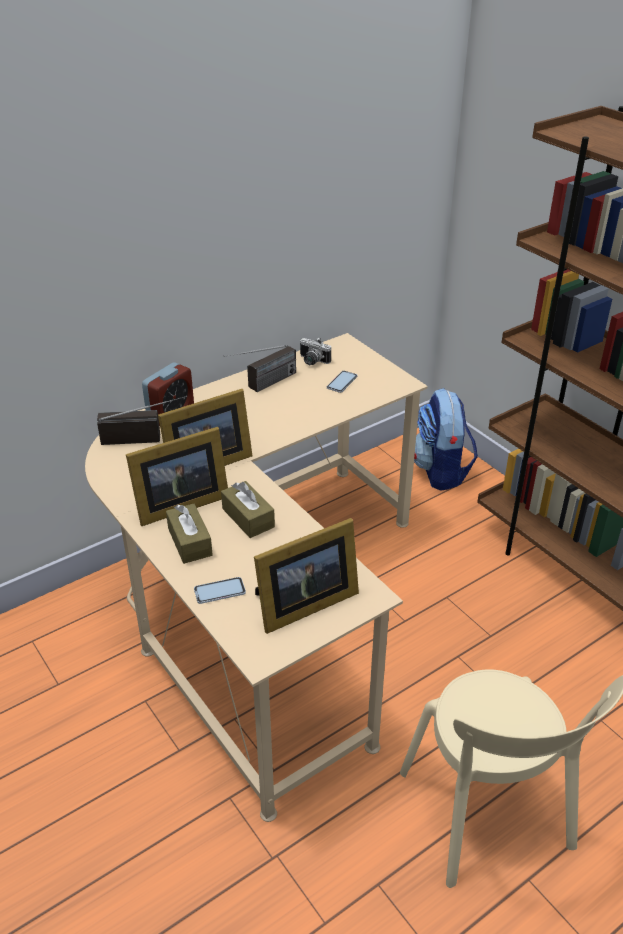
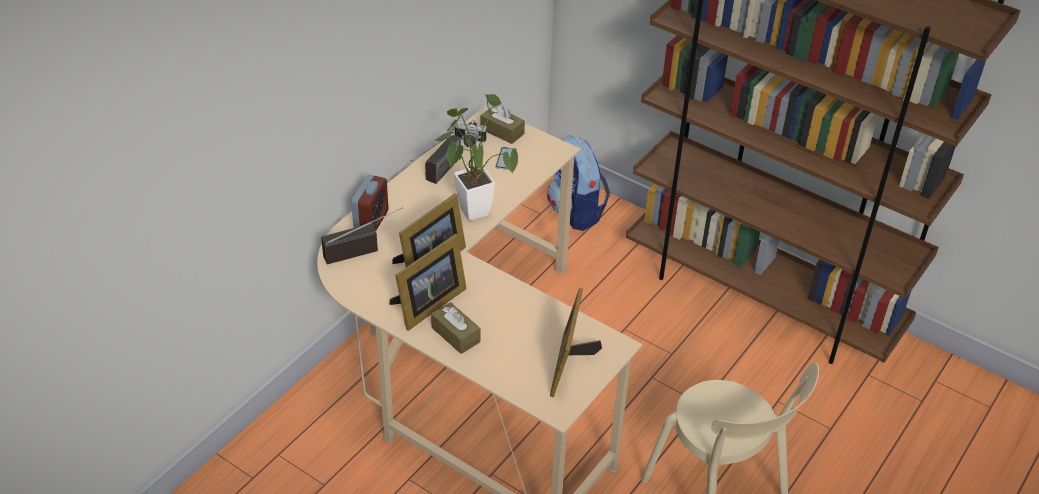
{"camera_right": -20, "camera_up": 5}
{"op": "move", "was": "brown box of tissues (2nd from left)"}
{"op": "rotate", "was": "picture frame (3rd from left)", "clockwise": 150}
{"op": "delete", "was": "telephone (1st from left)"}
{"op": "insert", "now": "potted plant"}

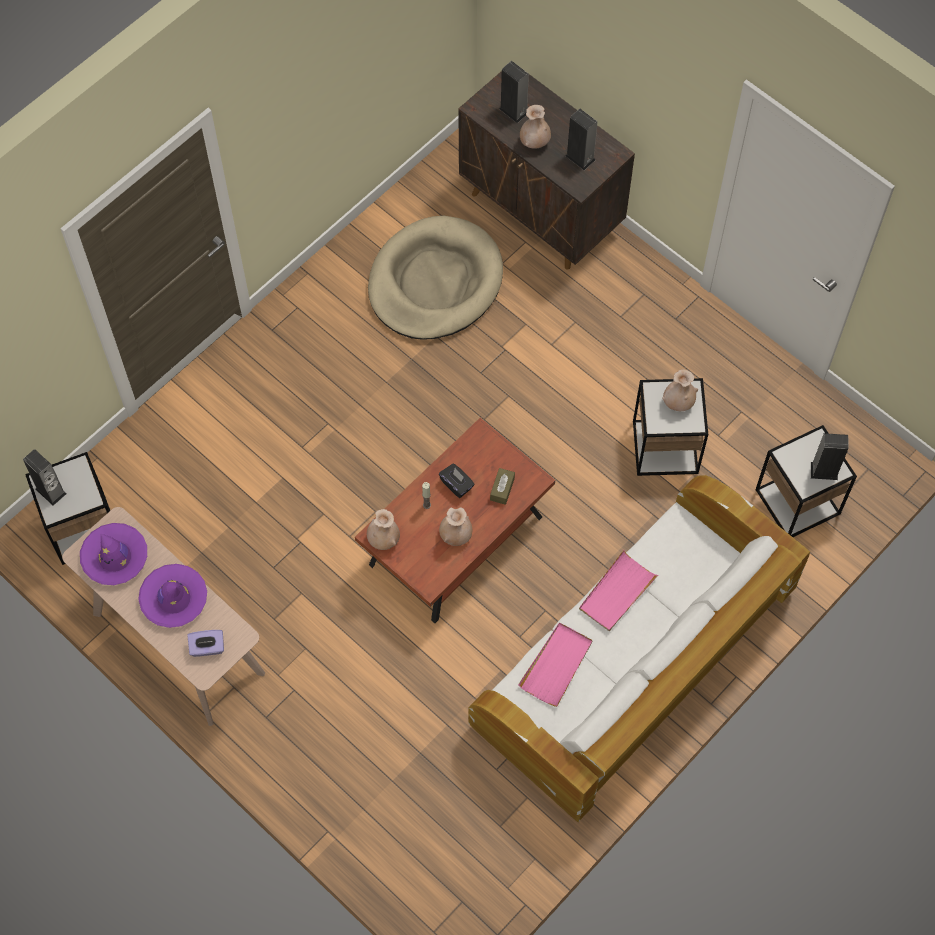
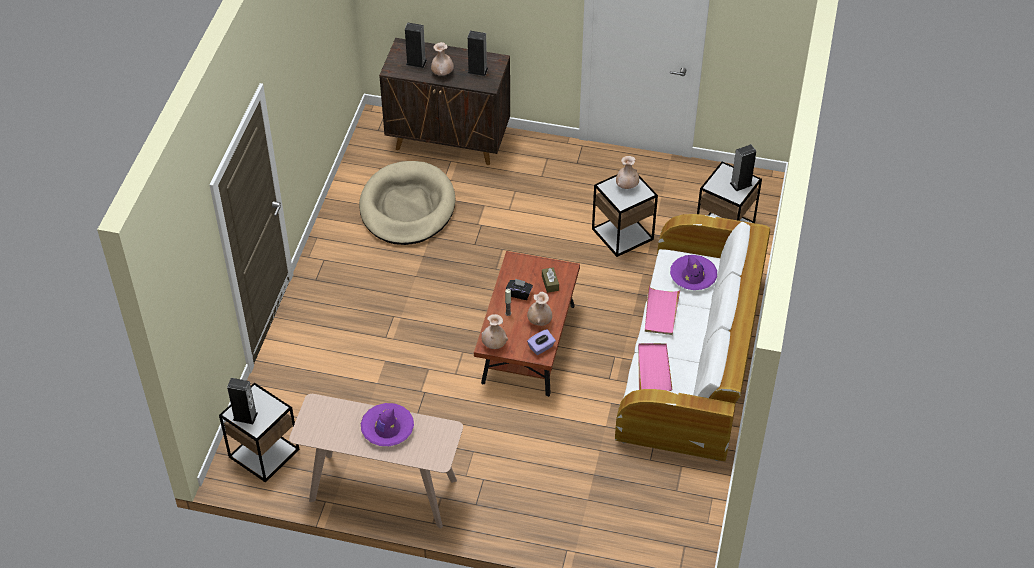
{"camera_right": -30, "camera_up": -15}
{"op": "move", "was": "purplish clothing hat (1st from left in the first image)", "now": "purplish clothing hat (2nd from left)"}
{"op": "move", "was": "purplish box of tissues"}

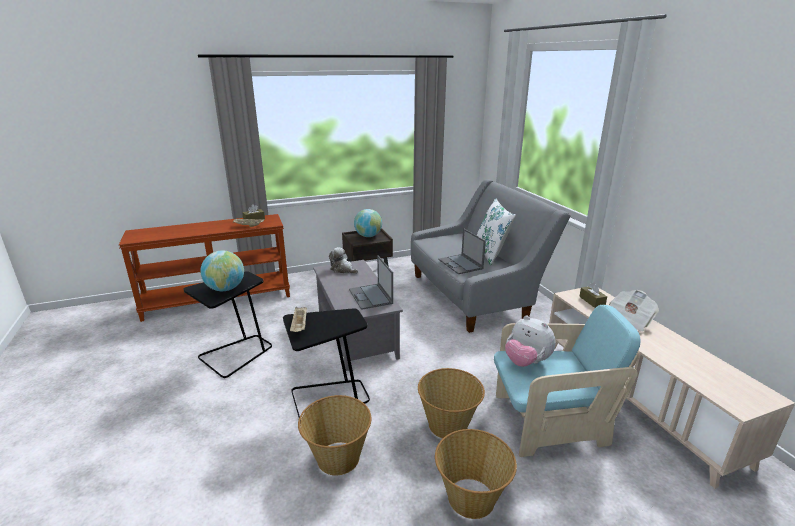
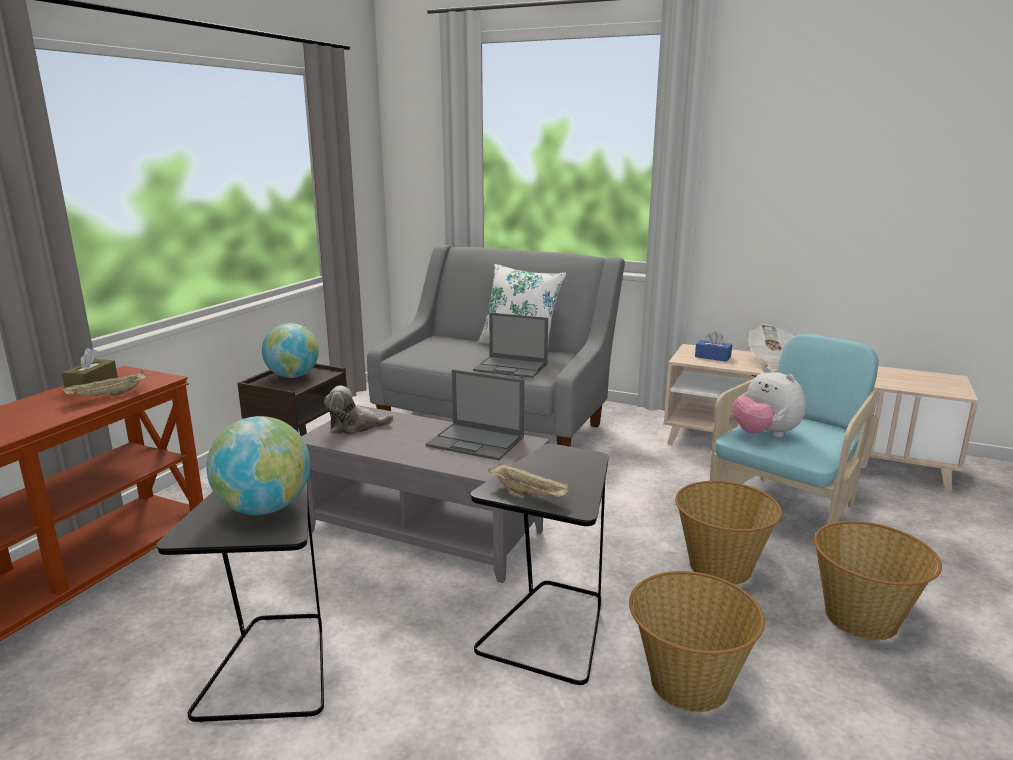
{"camera_right": -45, "camera_up": -5}
{"op": "recolor", "was": "brown box of tissues (2nd from left)", "now": "blue box of tissues"}
{"op": "rotate", "was": "soft toy (2nd from left)", "clockwise": 60}

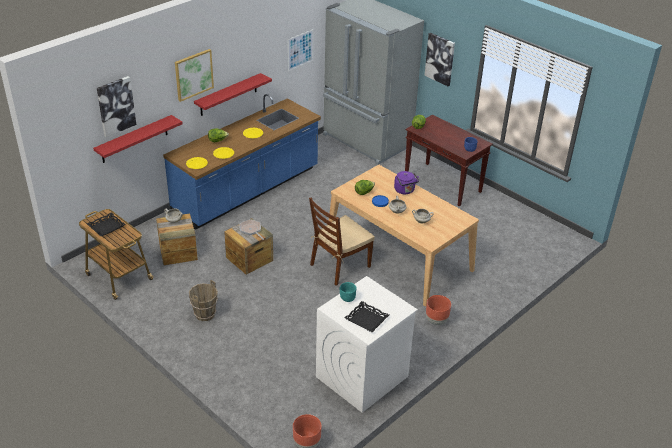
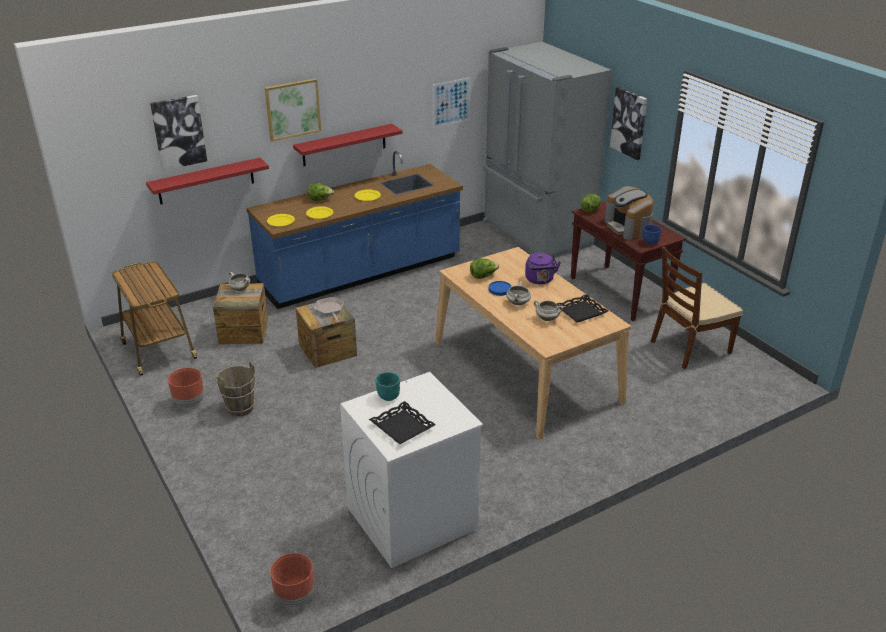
{"camera_right": 15, "camera_up": -5}
{"op": "move", "was": "brown chair"}
{"op": "move", "was": "blackish tray (1st from left in the first image)", "now": "blackish tray (2nd from left)"}
{"op": "move", "was": "brown flower pot (2nd from left in the first image)", "now": "brown flower pot (1st from left)"}
{"op": "insert", "now": "coffee machine"}

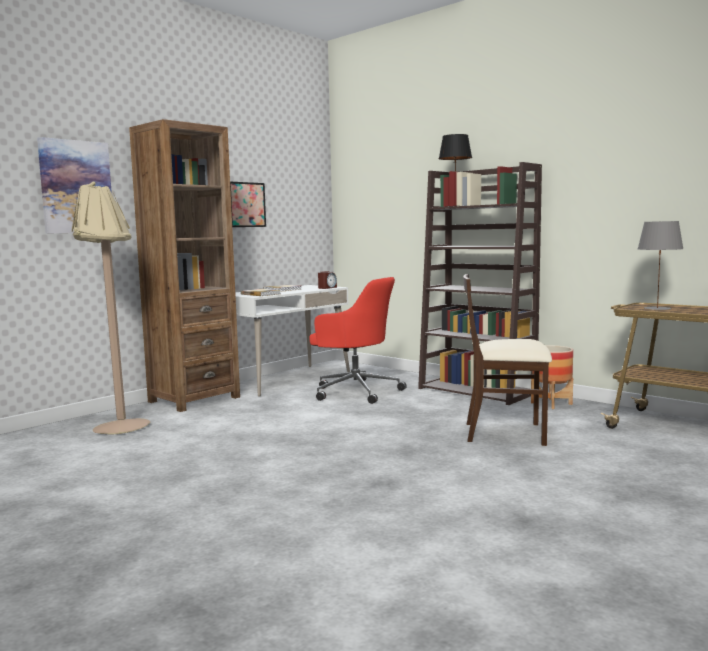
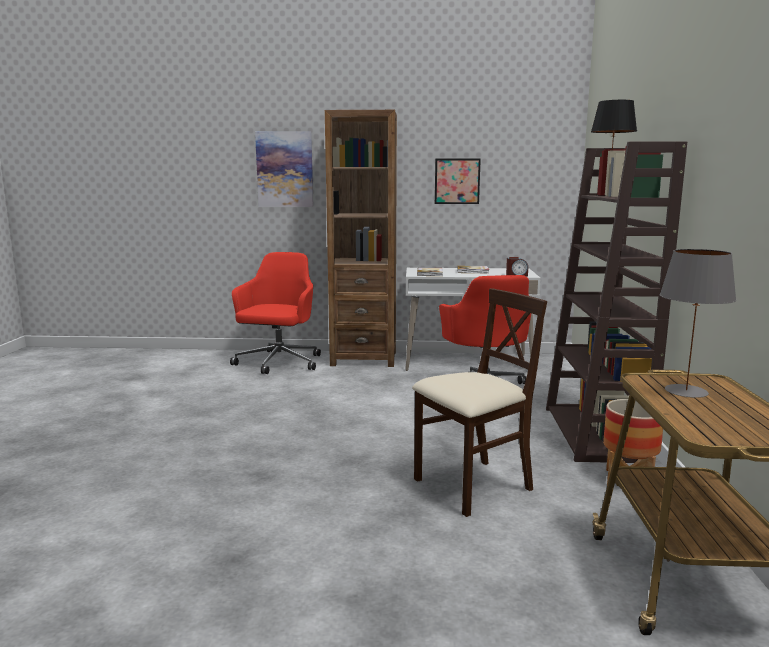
{"camera_right": 50, "camera_up": 5}
{"op": "replace", "was": "beige-coloured standard lamp", "now": "red office chair (1st from left)"}
{"op": "rotate", "was": "beige-coloured chair", "clockwise": 90}

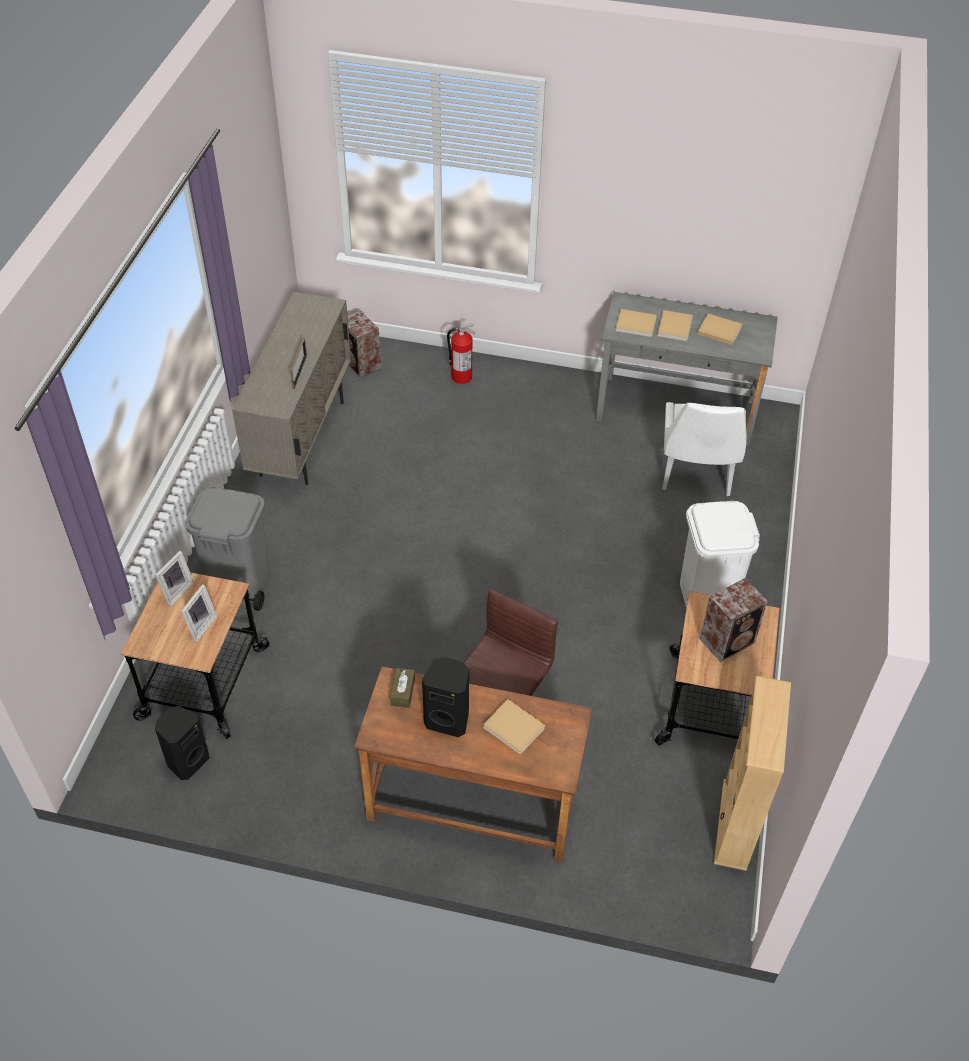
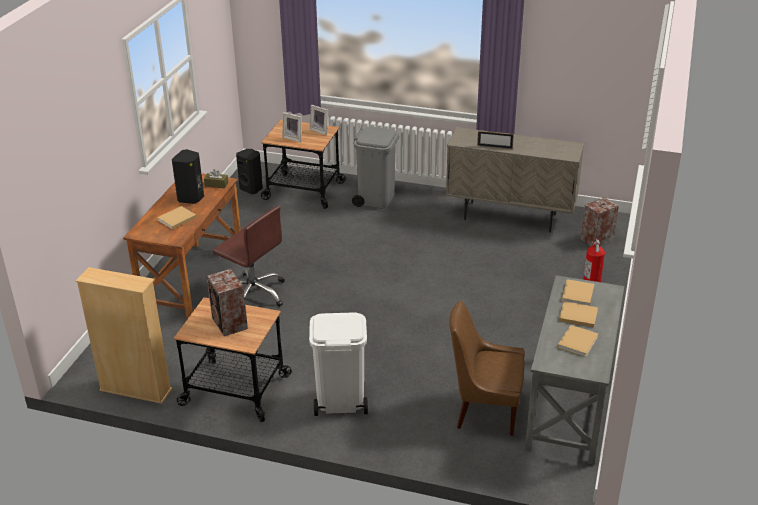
{"camera_right": 95, "camera_up": -15}
{"op": "recolor", "was": "whitish chair", "now": "brown chair"}

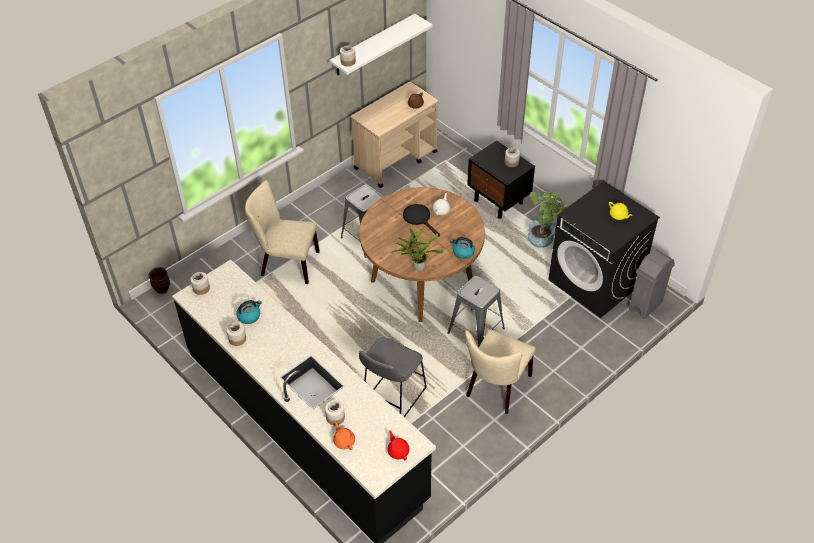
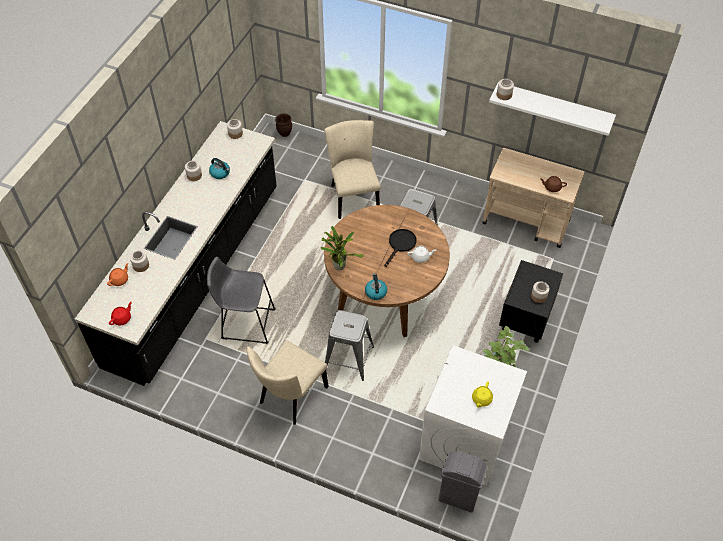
{"camera_right": 65, "camera_up": 5}
{"op": "recolor", "was": "blackish laundry appliance", "now": "whitish laundry appliance"}
{"op": "rotate", "was": "beige-coloured chair (2nd from left in the first image)", "clockwise": -60}

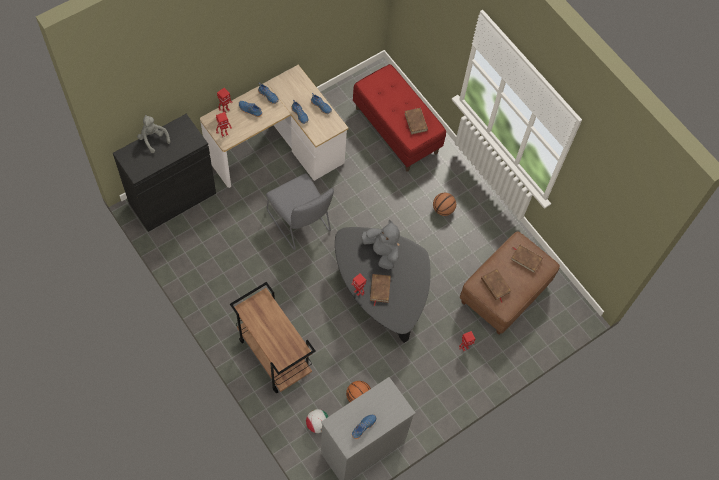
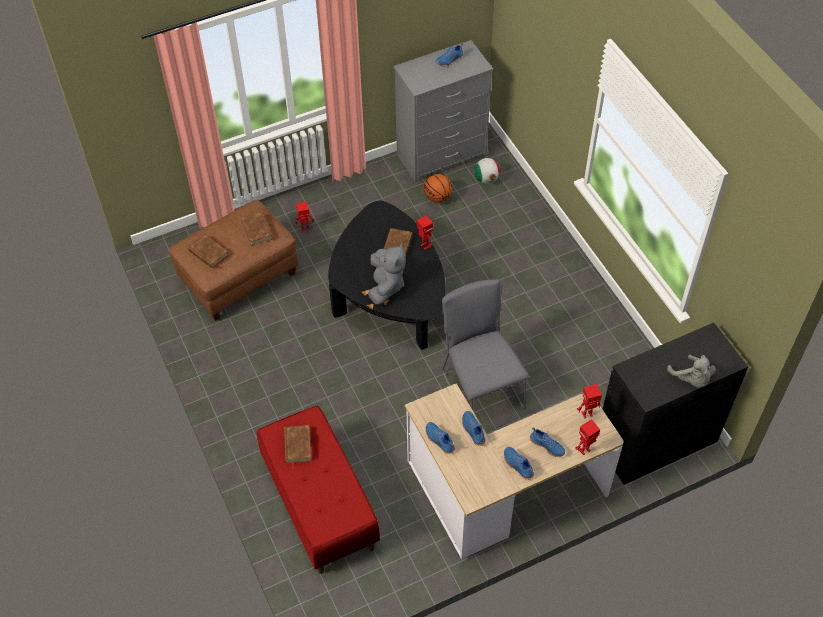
{"camera_right": -165, "camera_up": -10}
{"op": "delete", "was": "basketball ball (2nd from left)"}
{"op": "rotate", "was": "grey soft toy (2nd from left in the first image)", "clockwise": -150}
{"op": "delete", "was": "brown trolley"}

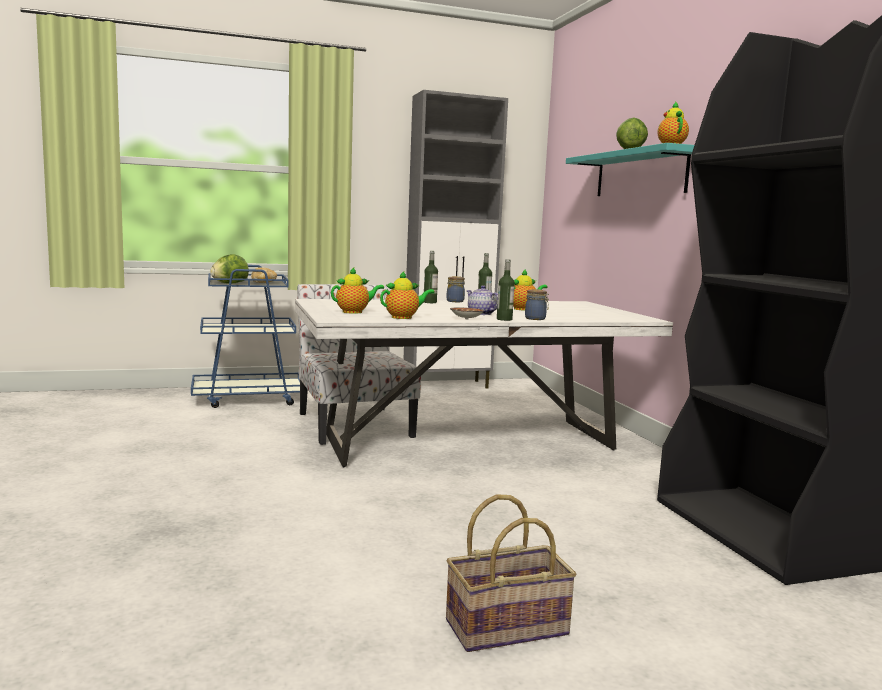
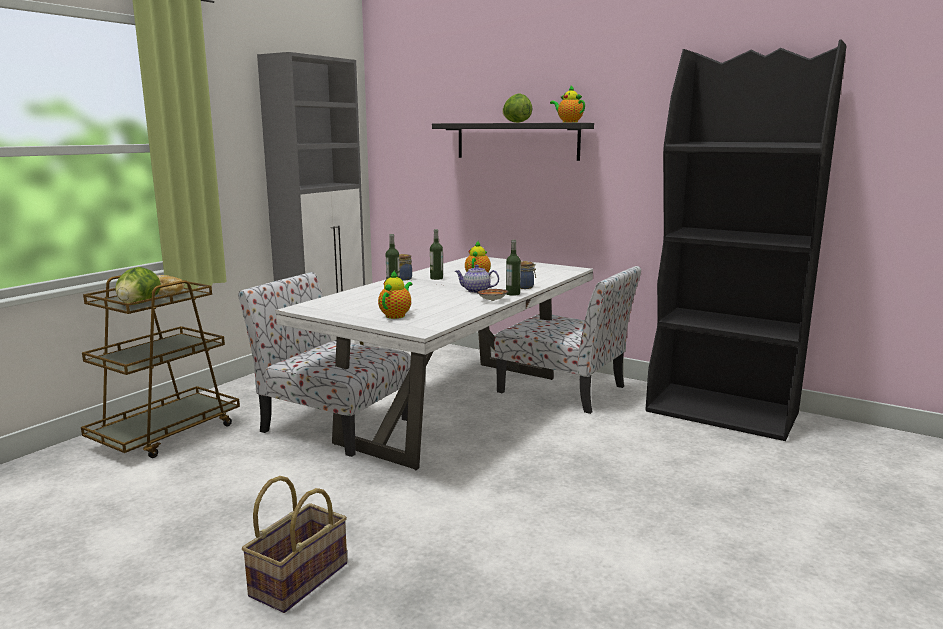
{"camera_right": -40, "camera_up": 5}
{"op": "recolor", "was": "blue-green shelf", "now": "blackish shelf"}
{"op": "recolor", "was": "blue trolley", "now": "brown trolley"}
{"op": "delete", "was": "pot for tea (2nd from left)"}
{"op": "move", "was": "household basket"}
{"op": "insert", "now": "chair (2nd from left)"}

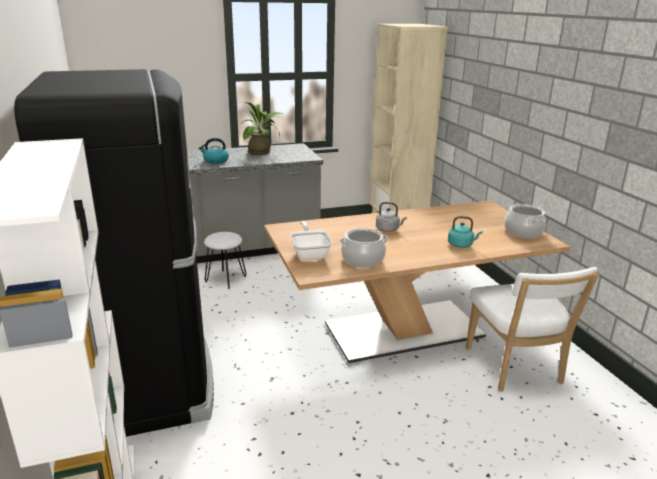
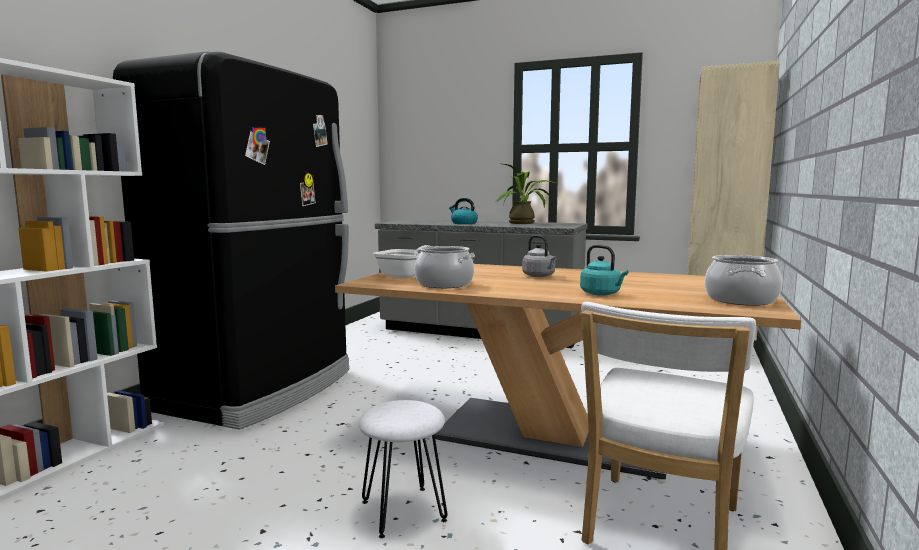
{"camera_right": 40, "camera_up": -15}
{"op": "move", "was": "whitish stool"}

